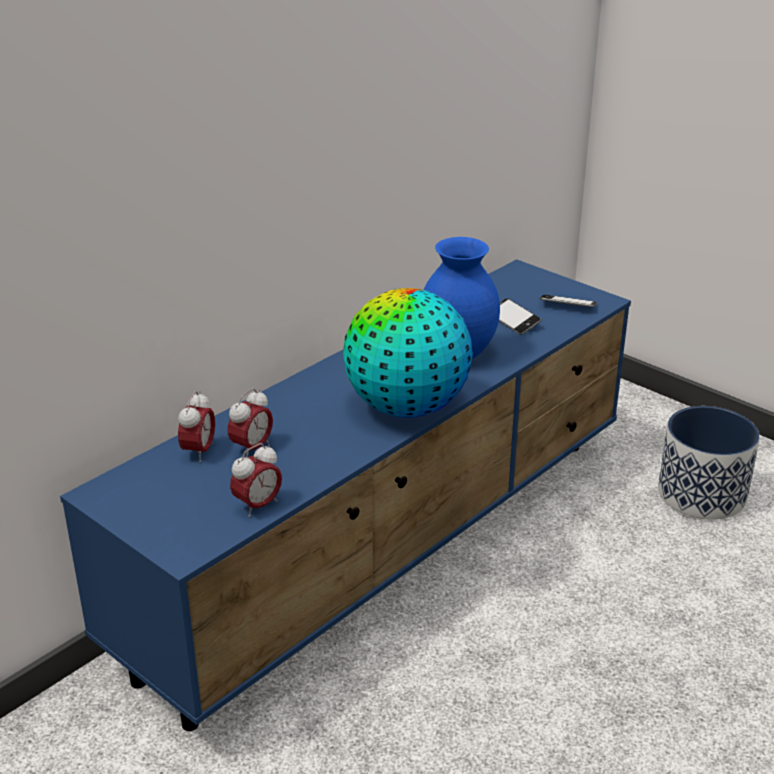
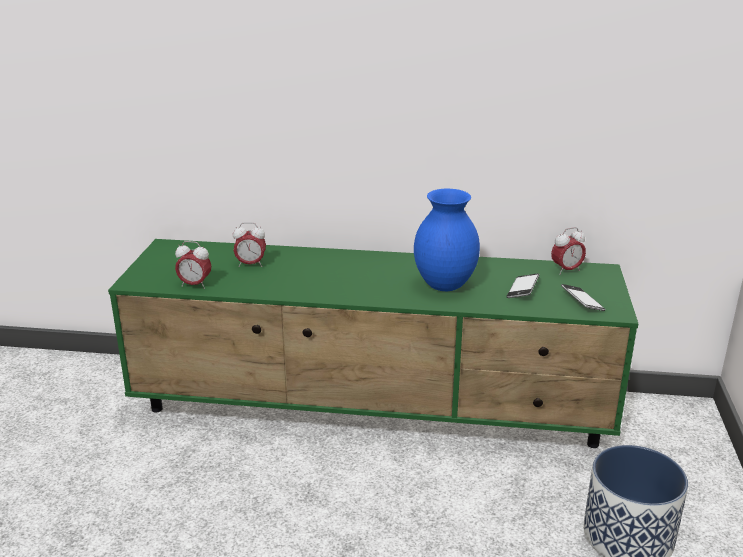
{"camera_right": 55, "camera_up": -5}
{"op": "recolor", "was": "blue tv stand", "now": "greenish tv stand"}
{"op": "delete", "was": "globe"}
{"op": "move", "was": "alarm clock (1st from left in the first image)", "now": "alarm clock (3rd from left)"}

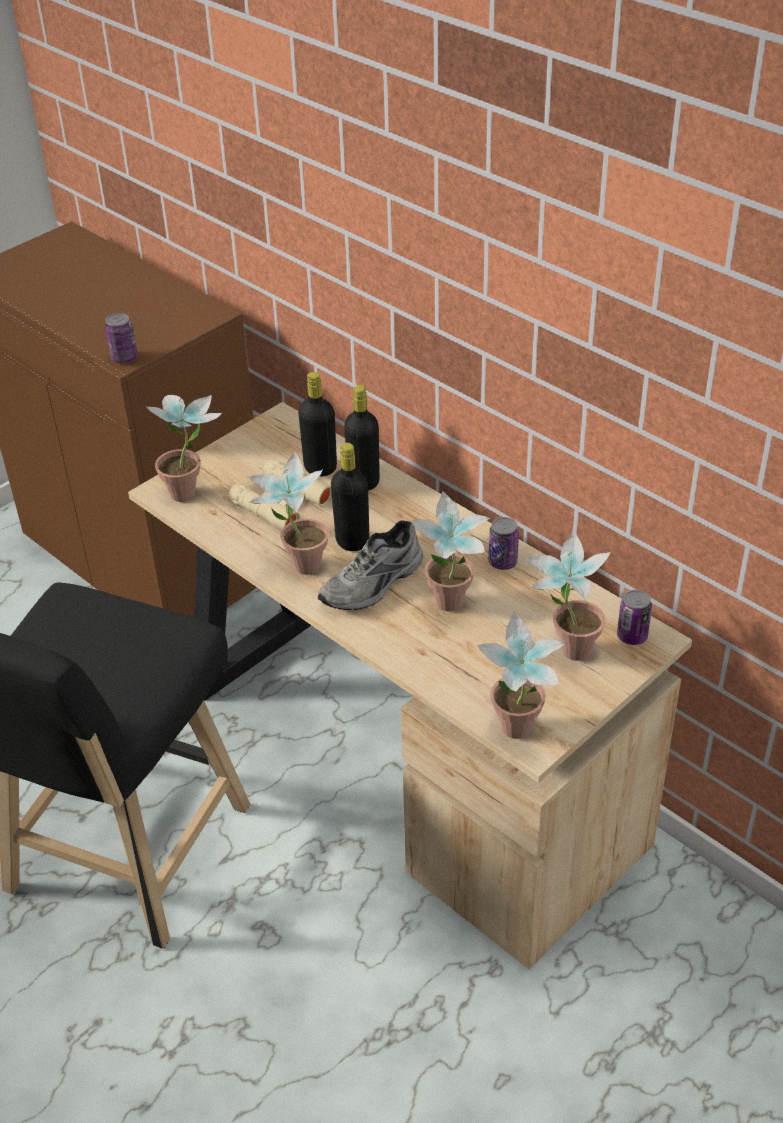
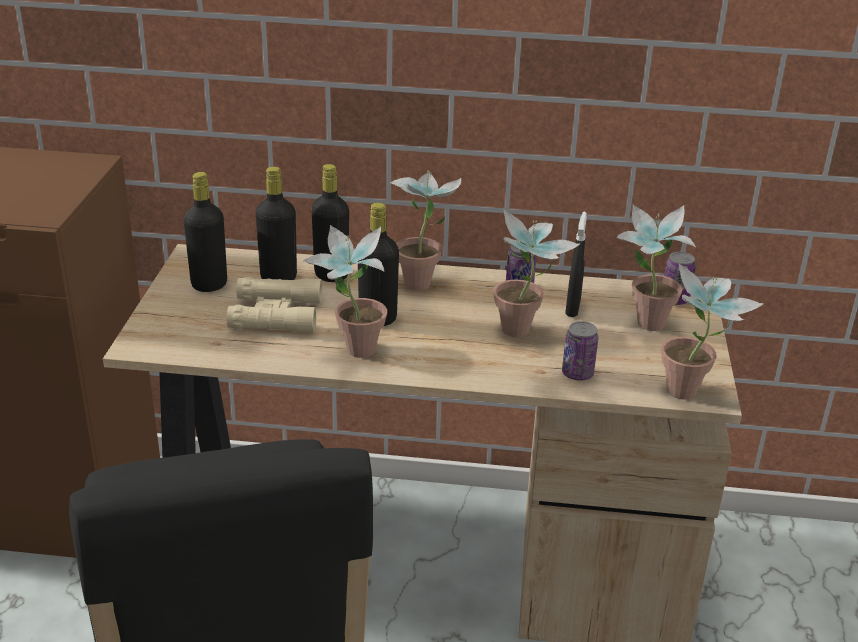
{"camera_right": -40, "camera_up": -10}
{"op": "move", "was": "metal can (1st from left in the first image)", "now": "metal can (2nd from left)"}
{"op": "move", "was": "potted plant (1st from left in the first image)", "now": "potted plant (2nd from left)"}
{"op": "delete", "was": "grey low shoe"}
{"op": "insert", "now": "blackish drink bottle (1st from left)"}
{"op": "insert", "now": "blackish sprayer"}

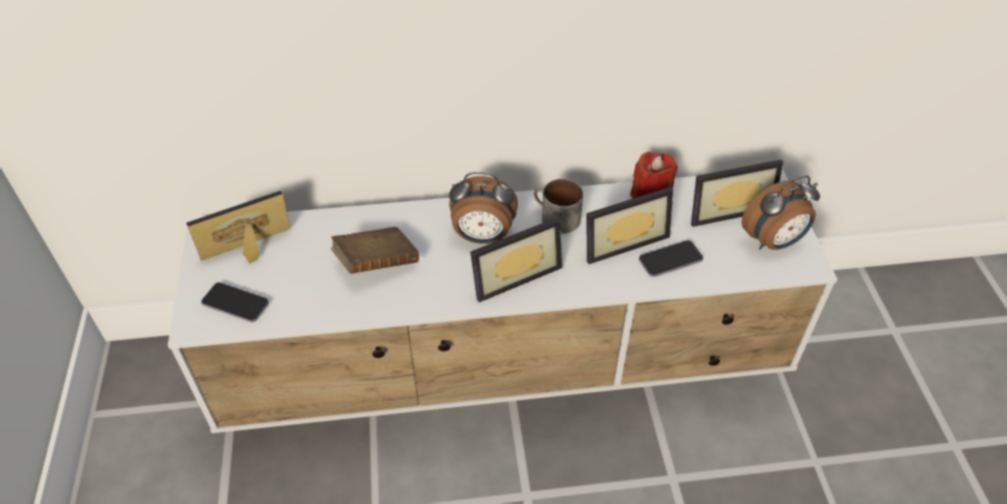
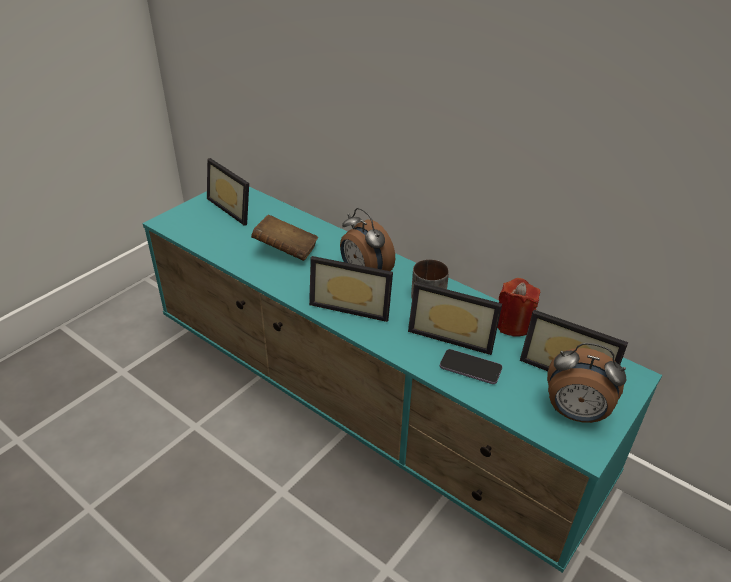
{"camera_right": 45, "camera_up": -10}
{"op": "recolor", "was": "whitish tv stand", "now": "blue-green tv stand"}
{"op": "rotate", "was": "picture frame (1st from left)", "clockwise": -150}
{"op": "delete", "was": "telephone (1st from left)"}

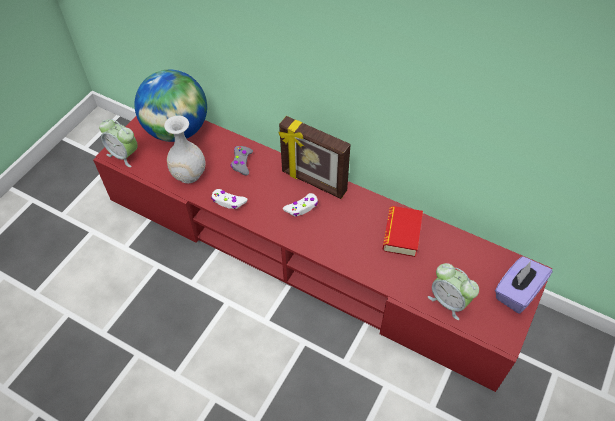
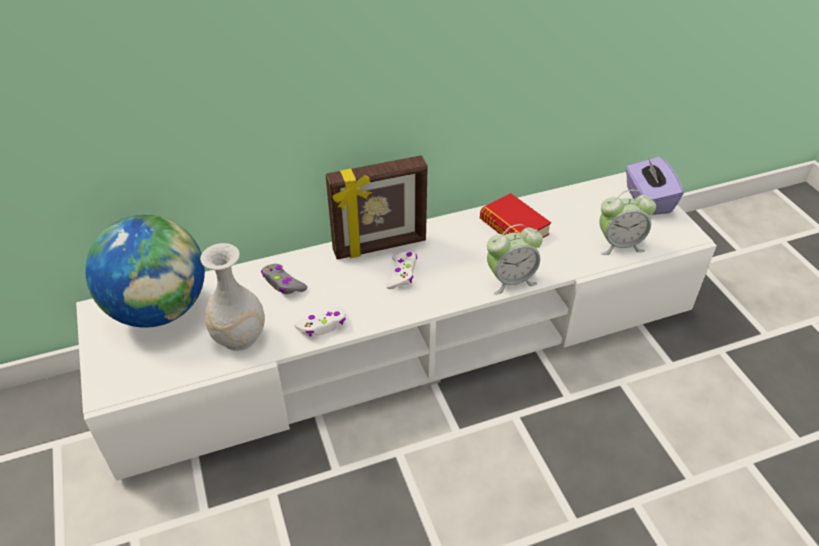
{"camera_right": -50, "camera_up": -10}
{"op": "recolor", "was": "red tv stand", "now": "whitish tv stand"}
{"op": "move", "was": "alarm clock (1st from left)"}

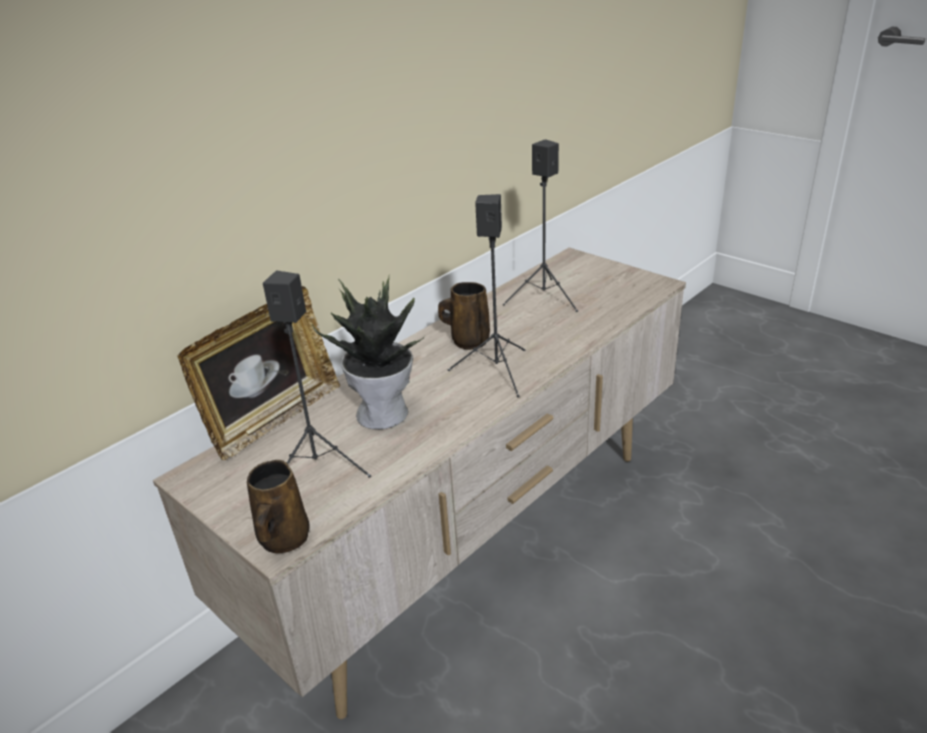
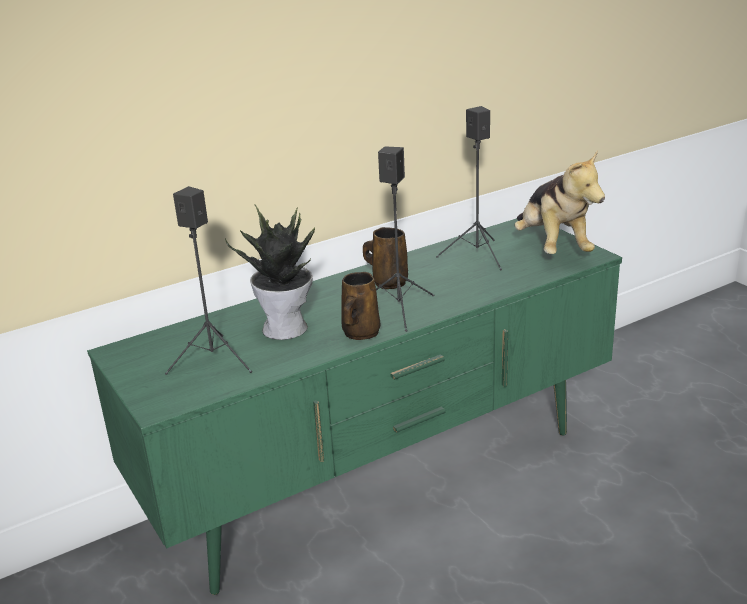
{"camera_right": 15, "camera_up": -5}
{"op": "recolor", "was": "beige-coloured tv stand", "now": "greenish tv stand"}
{"op": "delete", "was": "picture frame"}
{"op": "move", "was": "brown tea mug (1st from left)"}
{"op": "insert", "now": "soft toy"}

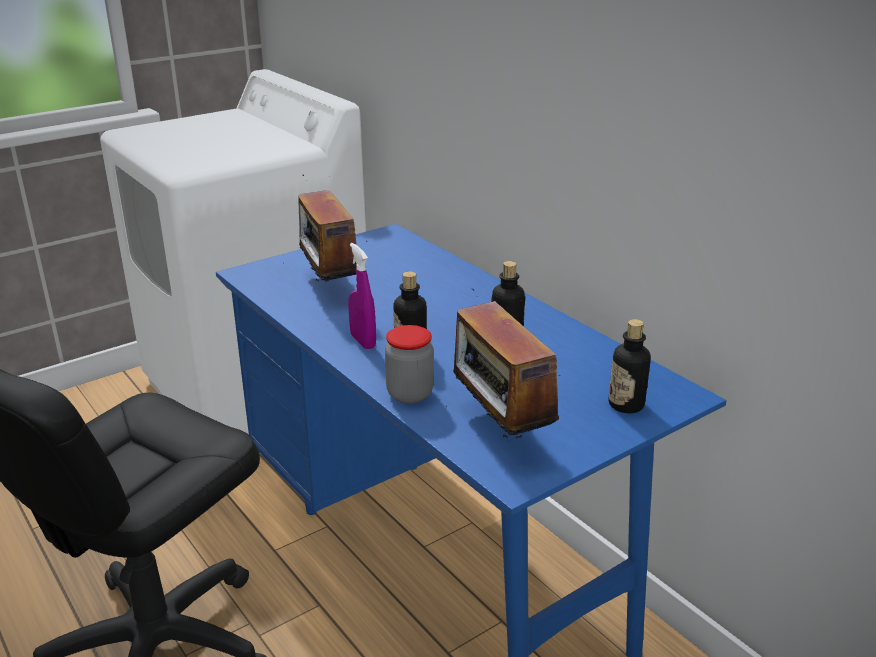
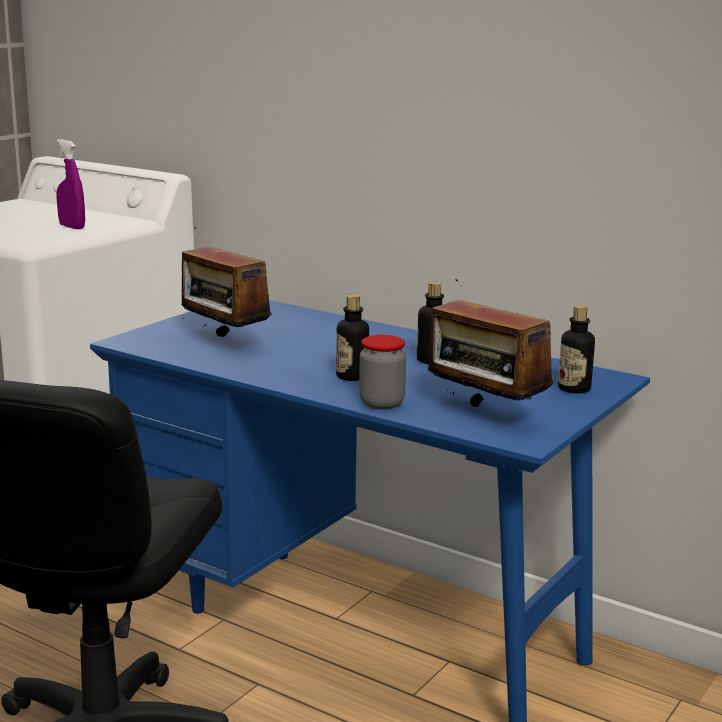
{"camera_right": -20, "camera_up": -10}
{"op": "move", "was": "purplish sprayer"}

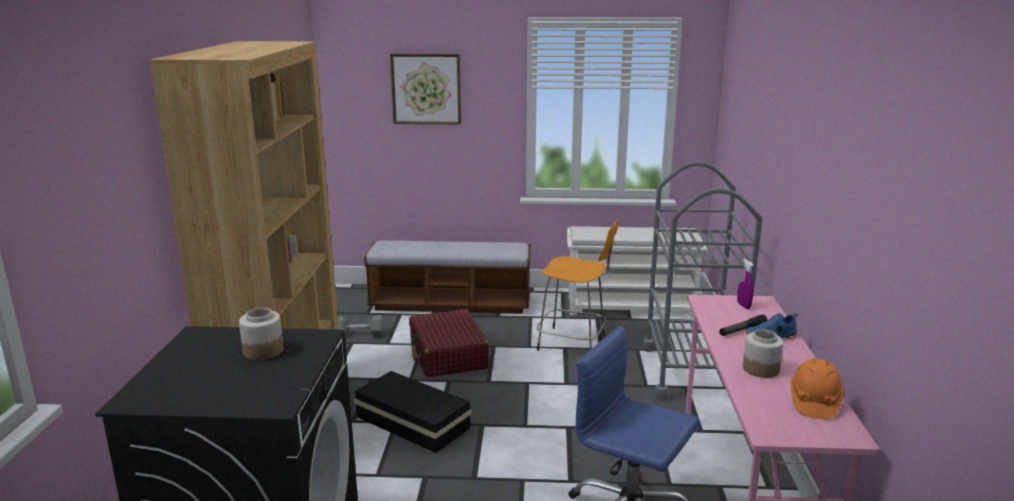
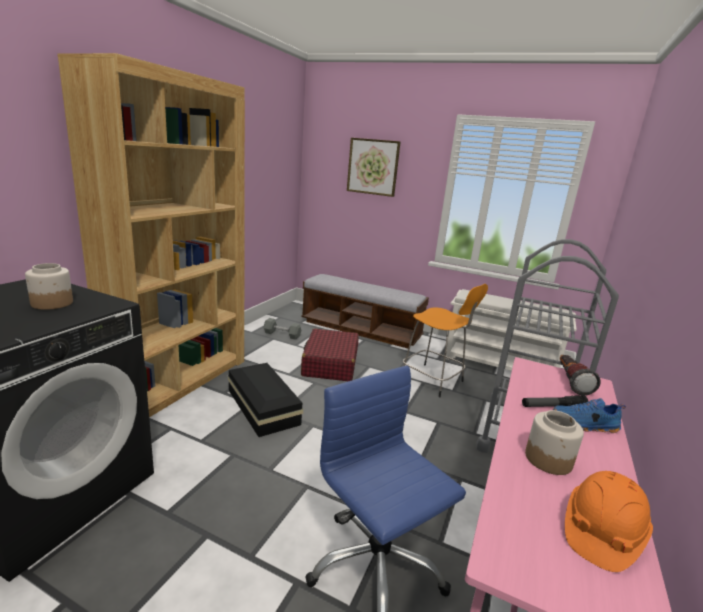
{"camera_right": 20, "camera_up": 0}
{"op": "replace", "was": "purplish sprayer", "now": "flashlight (2nd from left)"}

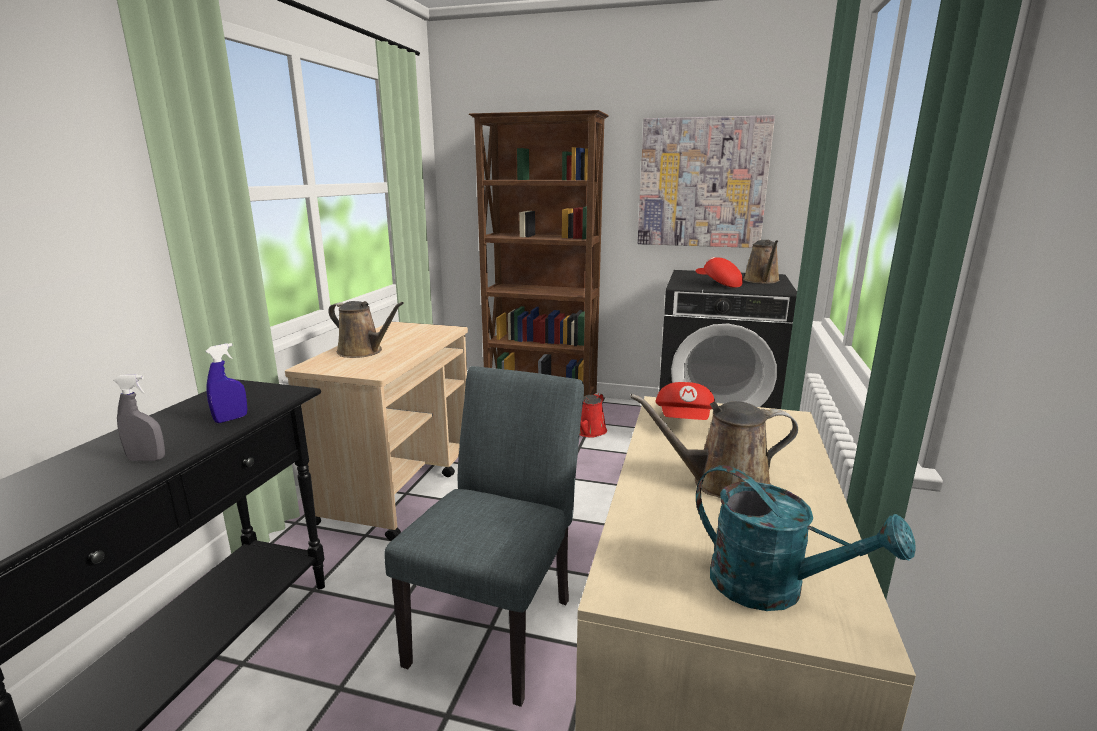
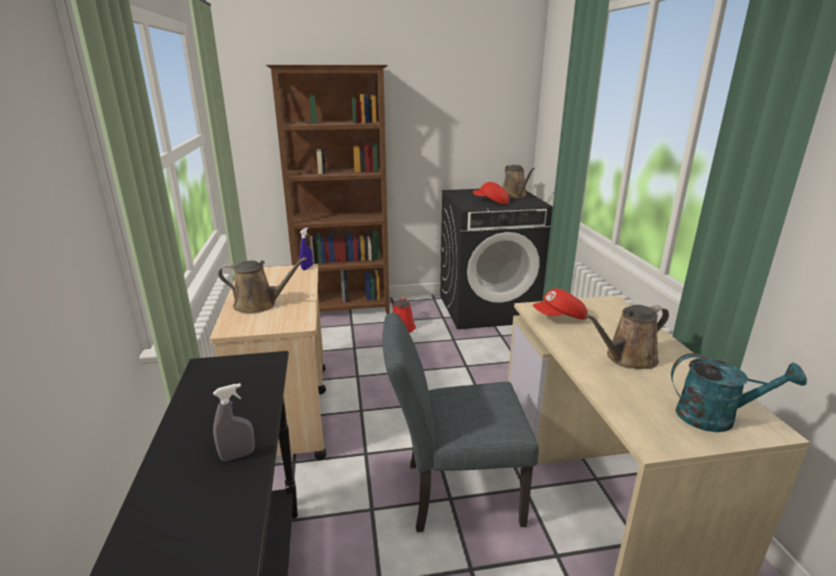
{"camera_right": -25, "camera_up": 5}
{"op": "delete", "was": "wall picture"}
{"op": "move", "was": "blue sprayer"}
{"op": "rotate", "was": "grey chair", "clockwise": -90}
{"op": "rotate", "was": "red peaked cap (1st from left in the first image)", "clockwise": 90}

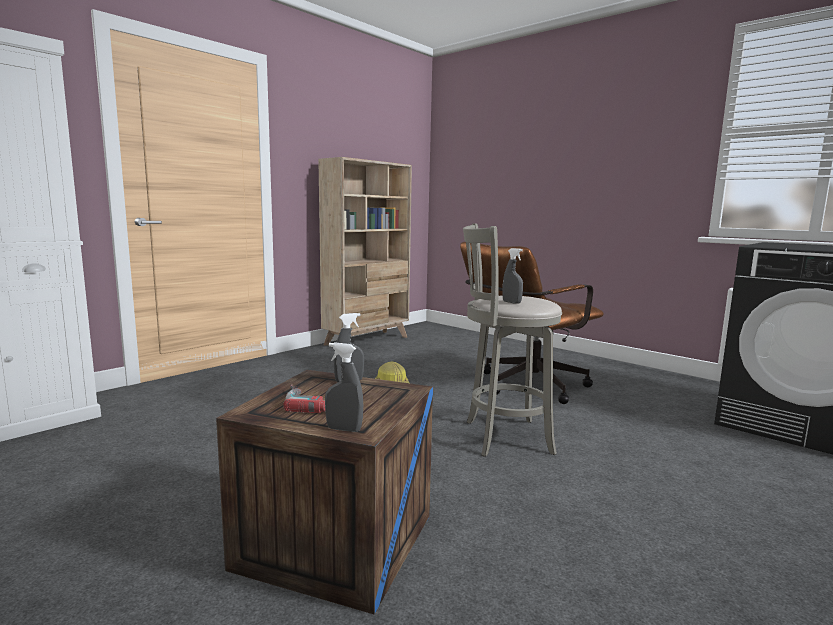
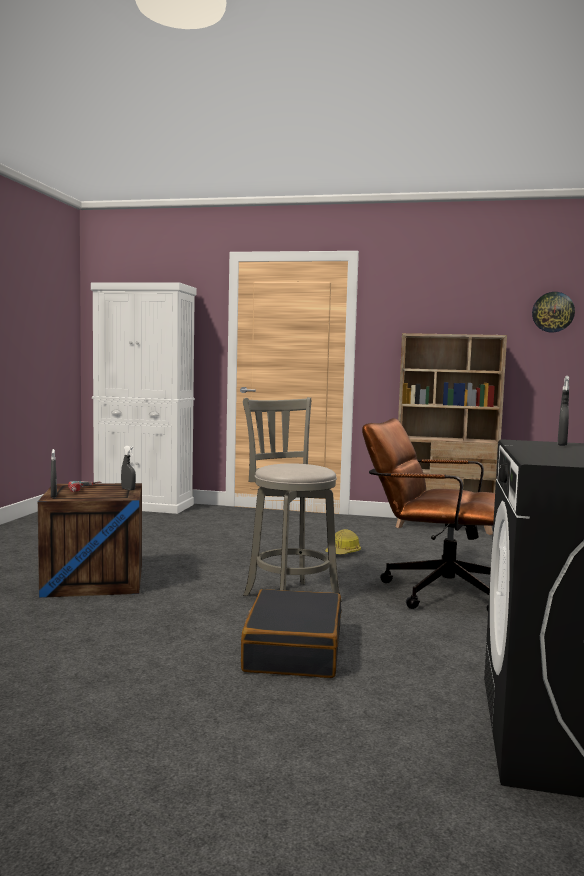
{"camera_right": 60, "camera_up": -5}
{"op": "move", "was": "grey sprayer (3rd from left)"}
{"op": "insert", "now": "hanging clock"}
{"op": "insert", "now": "blackish piece of luggage"}

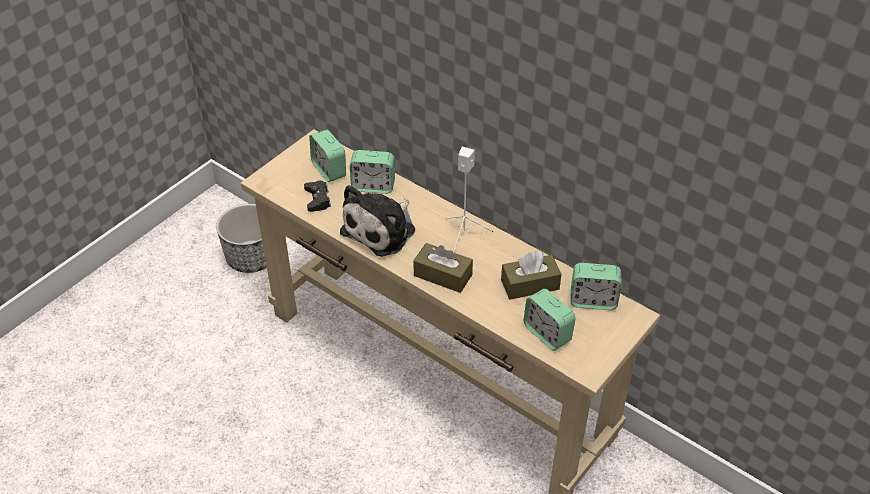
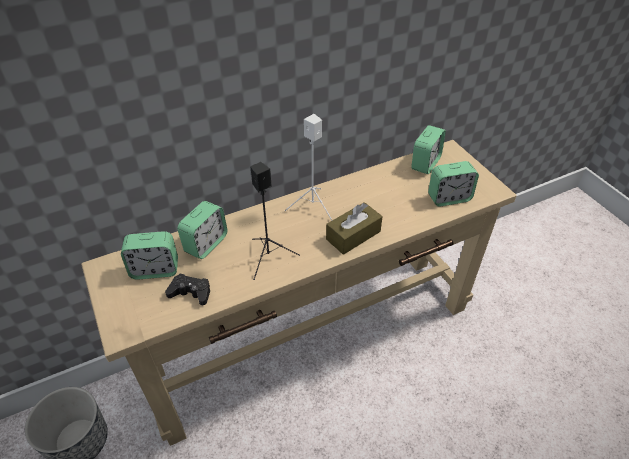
{"camera_right": -65, "camera_up": 0}
{"op": "replace", "was": "soft toy", "now": "blackish audio speaker"}
{"op": "delete", "was": "brown box of tissues (2nd from left)"}

